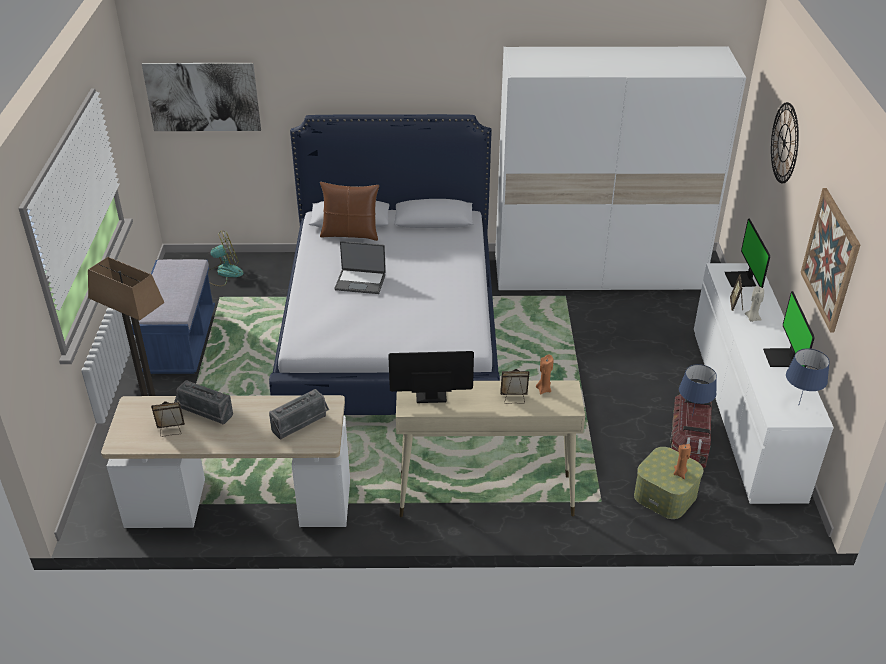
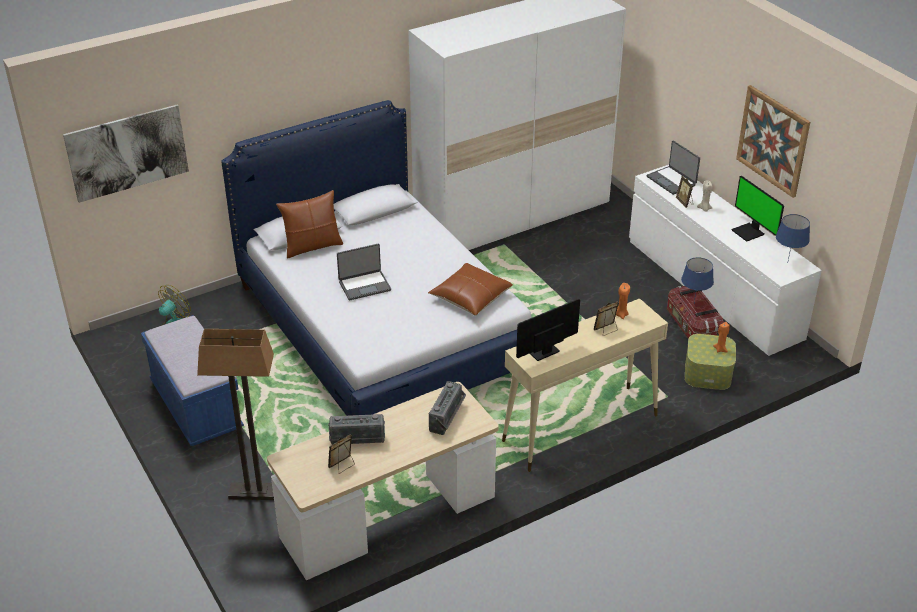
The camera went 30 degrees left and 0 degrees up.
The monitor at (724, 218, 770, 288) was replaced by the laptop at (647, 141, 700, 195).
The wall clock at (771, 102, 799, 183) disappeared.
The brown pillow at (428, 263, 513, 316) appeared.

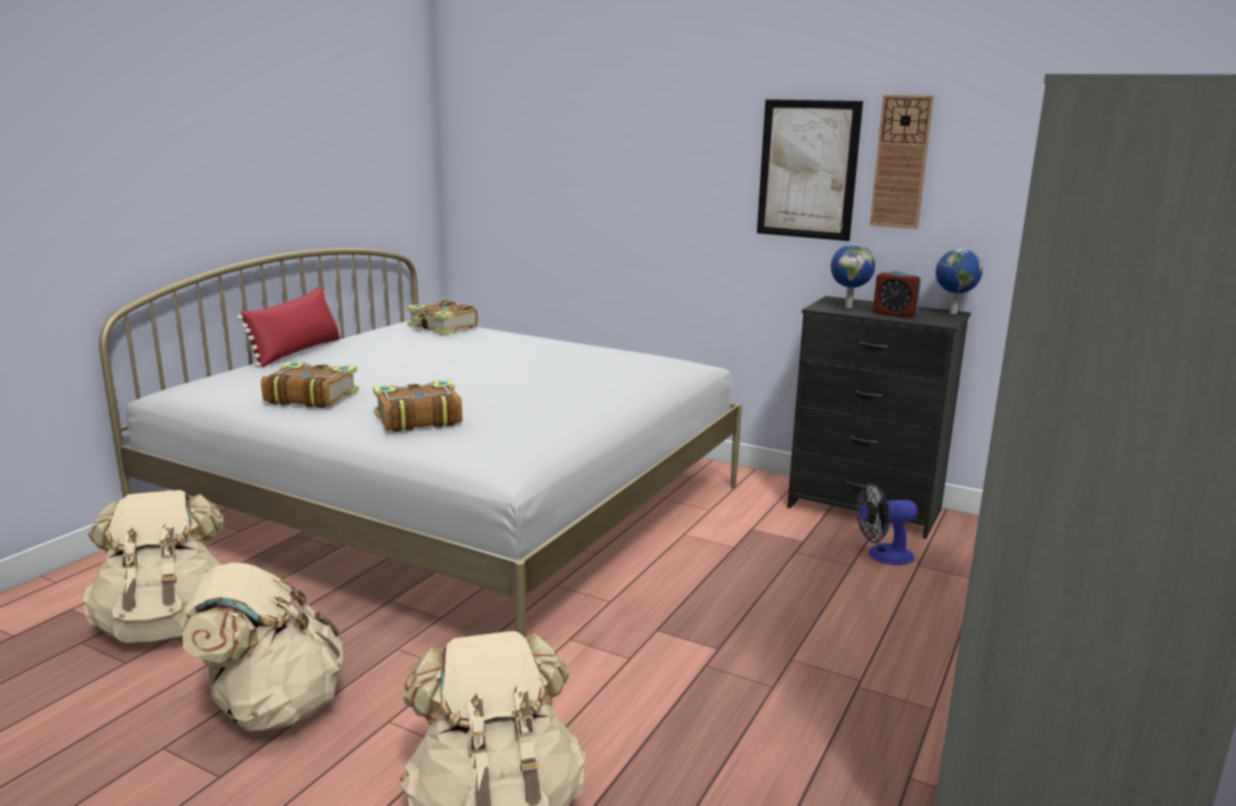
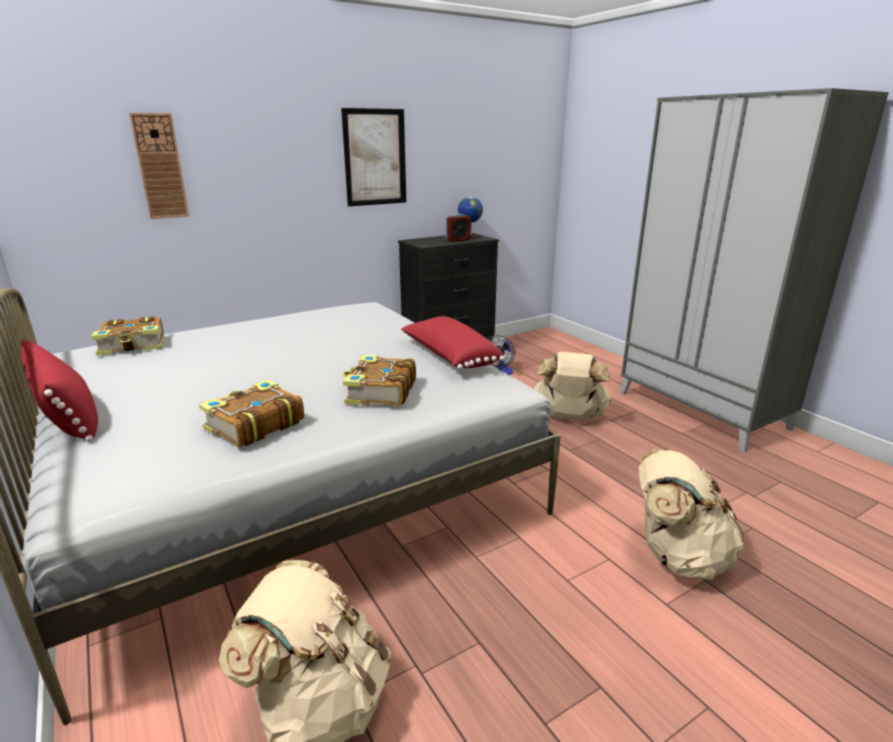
The camera went 60 degrees left and 5 degrees up.
The beige backpack moved from (180, 563, 343, 731) to (534, 352, 611, 421).
The globe at (831, 244, 875, 308) disappeared.
The wall clock moved from (870, 95, 934, 229) to (129, 113, 189, 219).
The red pillow at (401, 316, 505, 369) appeared.

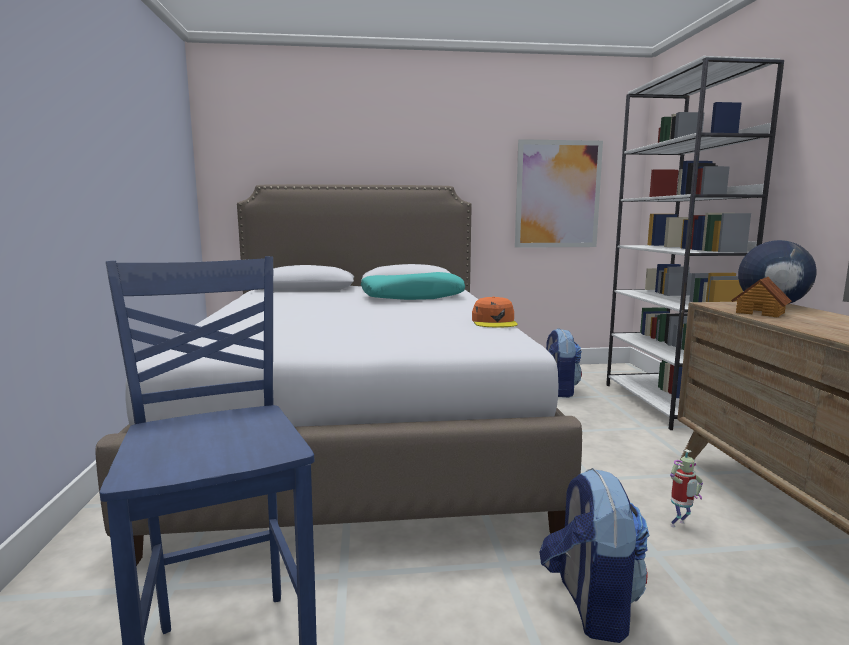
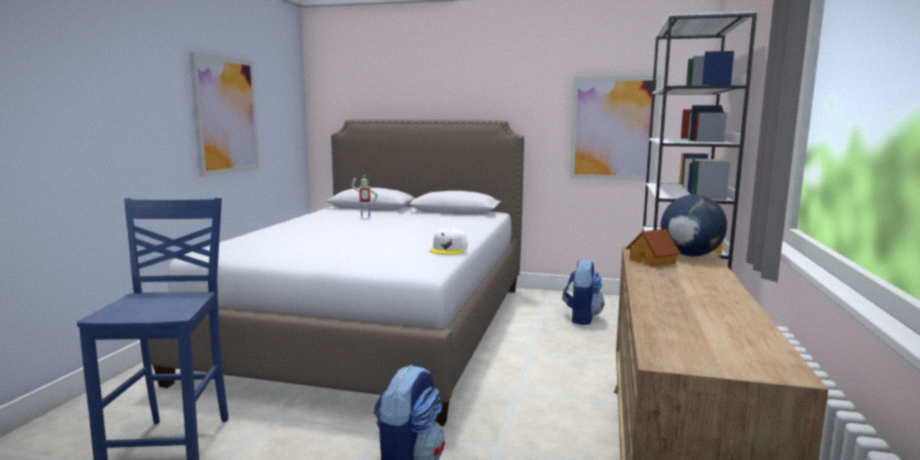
The camera went 20 degrees right and 0 degrees up.
The turquoise pillow at (361, 272, 465, 300) disappeared.
The orange cap at (472, 296, 518, 328) became the white cap at (429, 228, 468, 255).
The toy robot moved from (670, 449, 703, 527) to (351, 175, 378, 218).
The picture at (189, 52, 259, 177) appeared.

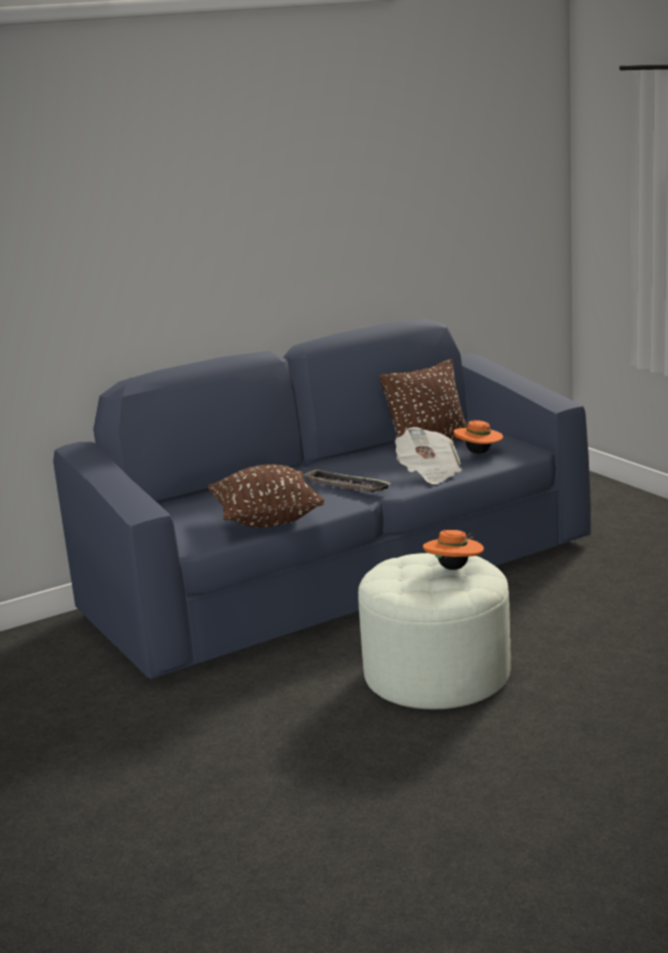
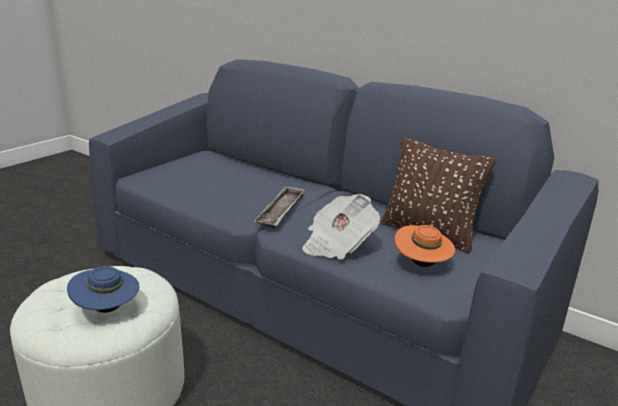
The camera went 65 degrees right and 5 degrees up.
The brown pillow at (208, 464, 325, 528) disappeared.
The orange hat at (423, 530, 484, 570) became the blue hat at (67, 266, 139, 313).

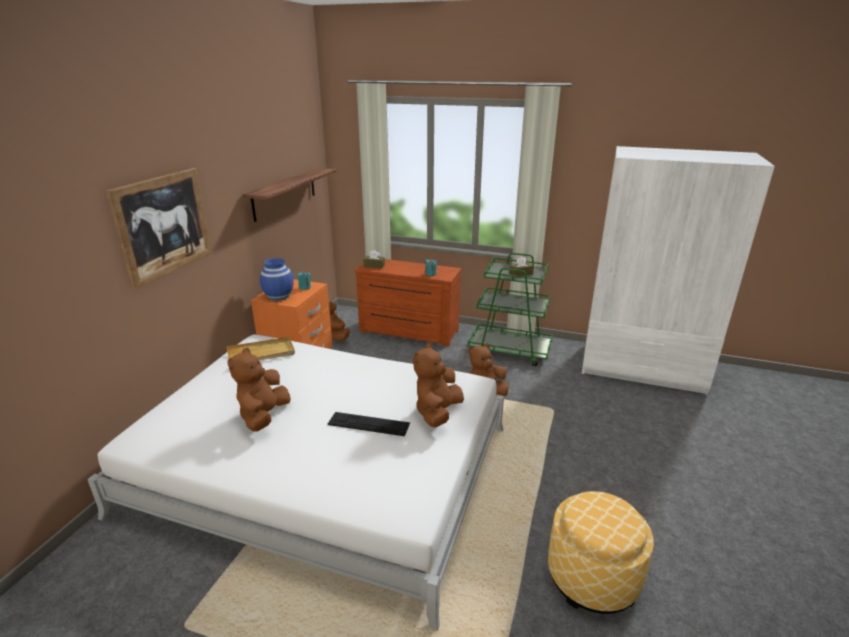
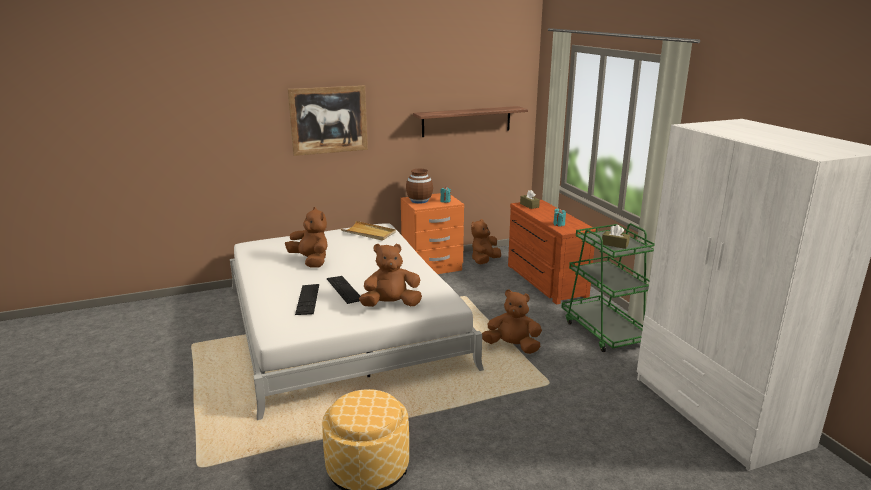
The camera went 50 degrees right and 5 degrees down.
The brown plush toy at (227, 347, 291, 432) turned 75 degrees clockwise.
The blue vase at (260, 258, 294, 301) became the brown vase at (406, 169, 433, 204).
The keyboard at (295, 284, 319, 315) appeared.

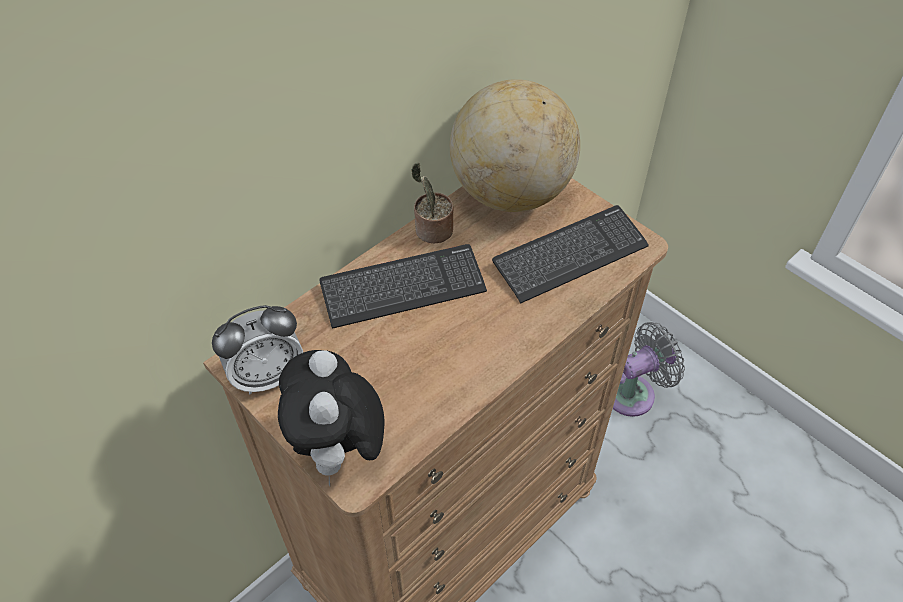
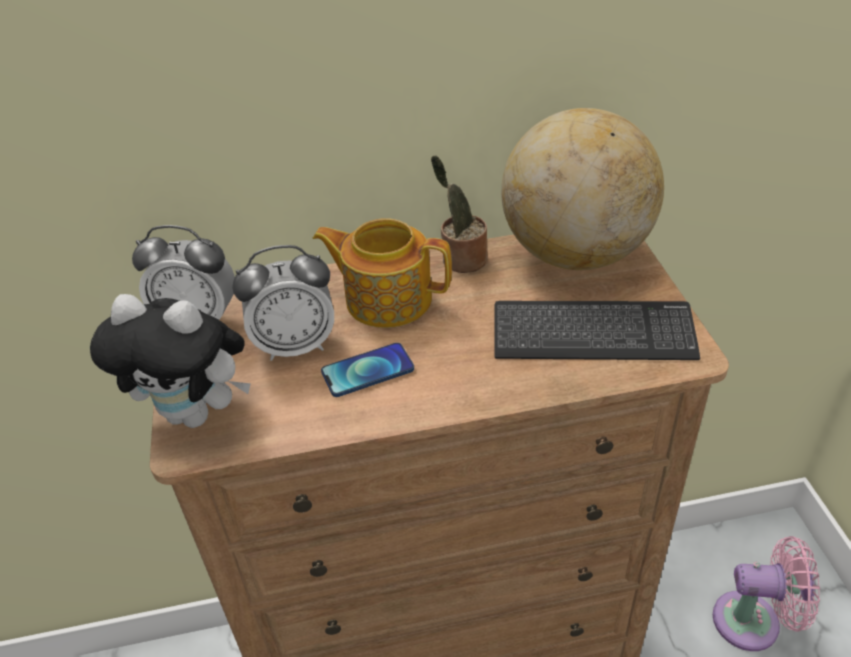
The camera went 35 degrees right and 10 degrees down.
The plush toy at (278, 350, 384, 486) turned 105 degrees counterclockwise.
The keyboard at (319, 244, 487, 329) was replaced by the teapot at (313, 219, 452, 328).
The grey fan at (613, 322, 685, 417) became the pink fan at (713, 536, 820, 651).
The alarm clock at (232, 245, 334, 361) appeared.
The phone at (321, 343, 414, 397) appeared.

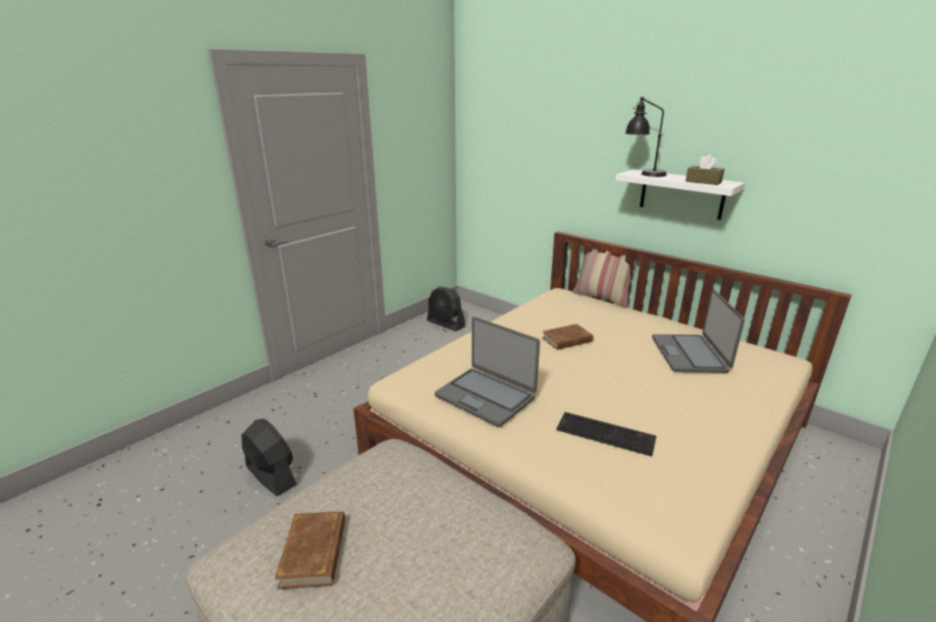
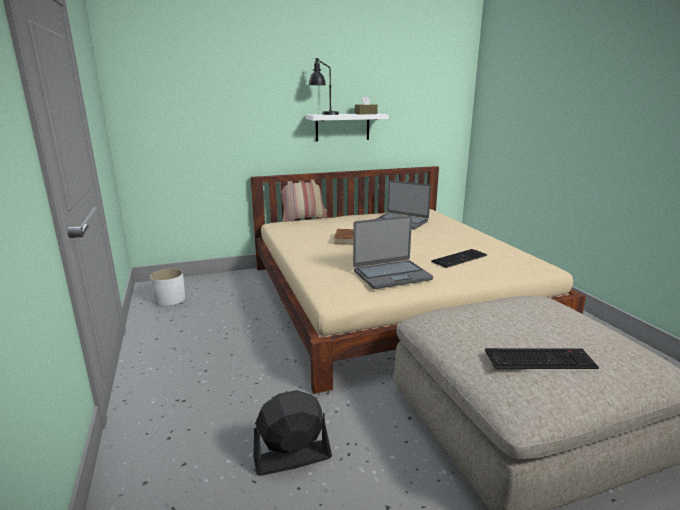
The camera went 60 degrees left and 5 degrees down.
The brown book at (275, 511, 345, 589) was replaced by the keyboard at (485, 348, 599, 369).
The black fan at (427, 287, 465, 331) was replaced by the white planter at (150, 269, 185, 306).

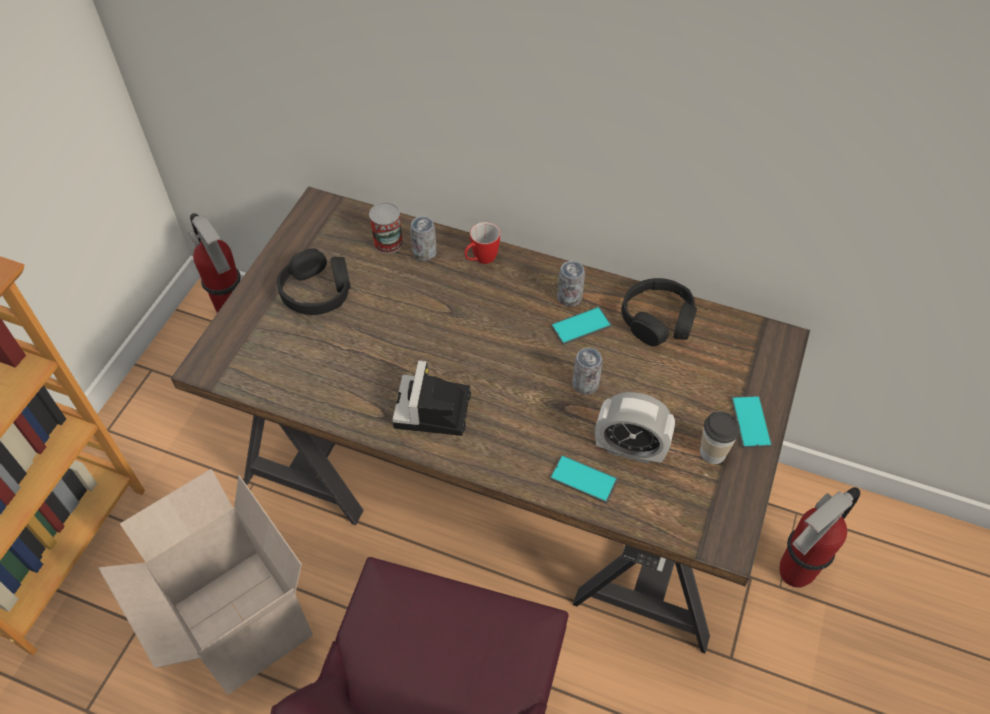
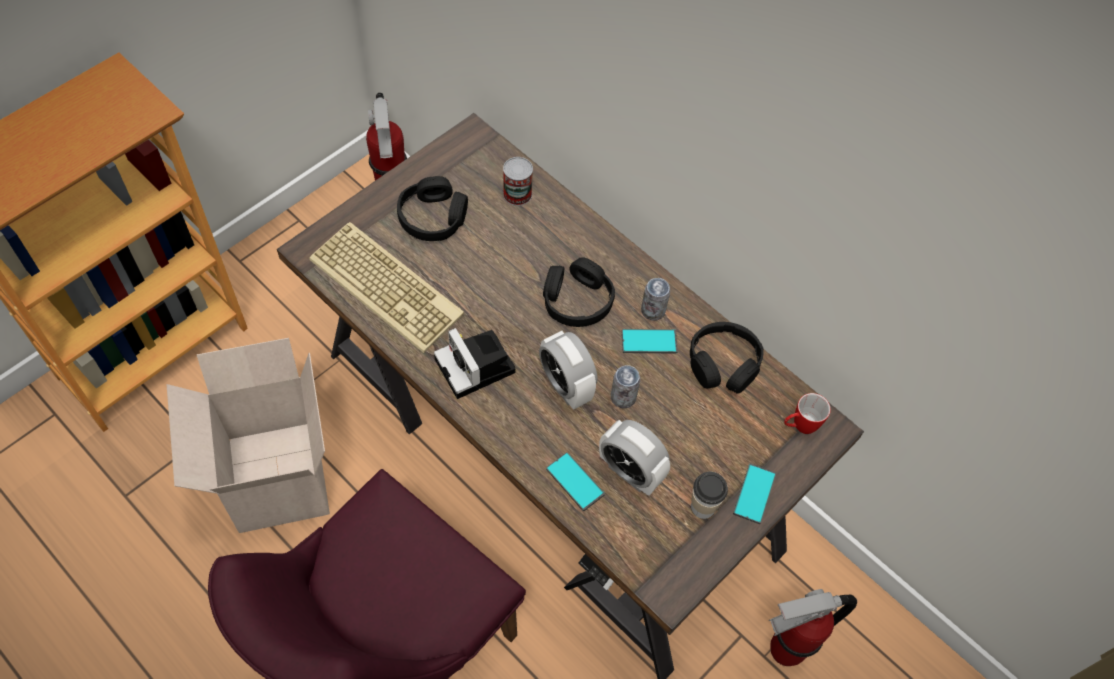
The camera went 20 degrees right and 5 degrees up.
The photo camera at (392, 360, 471, 436) turned 60 degrees counterclockwise.
The can at (410, 216, 437, 261) disappeared.
The mug moved from (464, 222, 500, 264) to (784, 393, 831, 434).
The keyboard at (309, 222, 464, 353) appeared.
The alarm clock at (539, 331, 597, 410) appeared.
The black headphones at (543, 257, 615, 327) appeared.

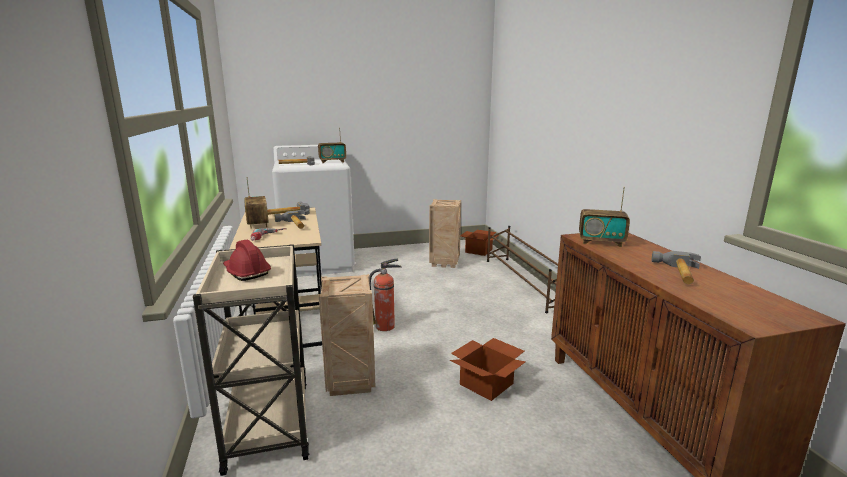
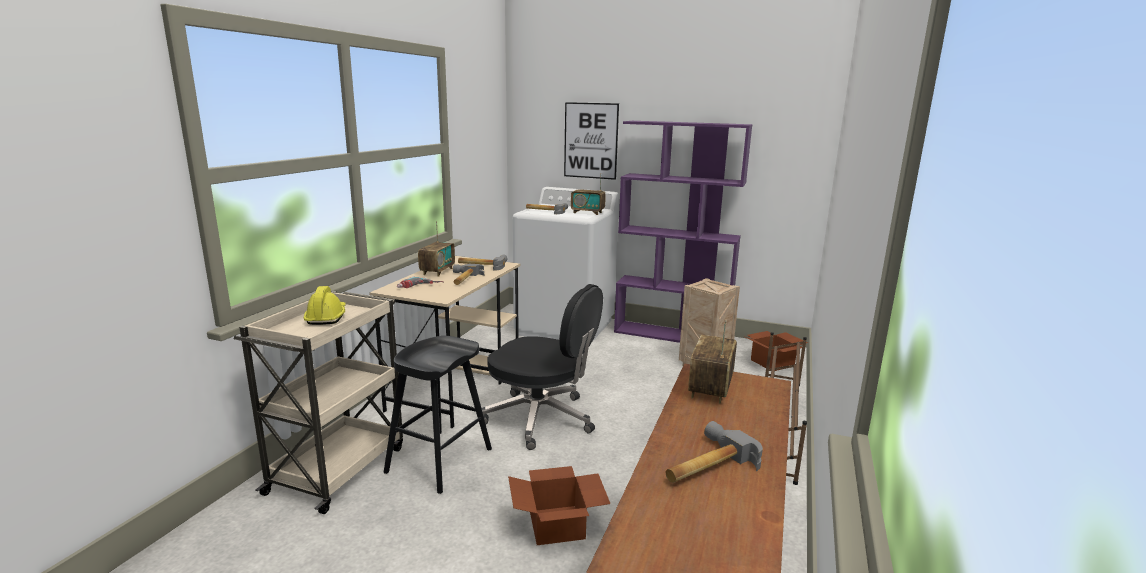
The camera went 35 degrees right and 0 degrees up.
The red hard hat at (223, 240, 271, 281) became the yellow hard hat at (304, 286, 346, 325).
The crate at (319, 274, 376, 396) was replaced by the black stool at (384, 336, 492, 494).
The fire extinguisher at (370, 258, 402, 331) was replaced by the black office chair at (482, 284, 603, 450).
The radio at (579, 187, 630, 247) turned 60 degrees clockwise.
The picture at (564, 102, 619, 180) appeared.
The purple bookcase at (614, 121, 752, 343) appeared.

